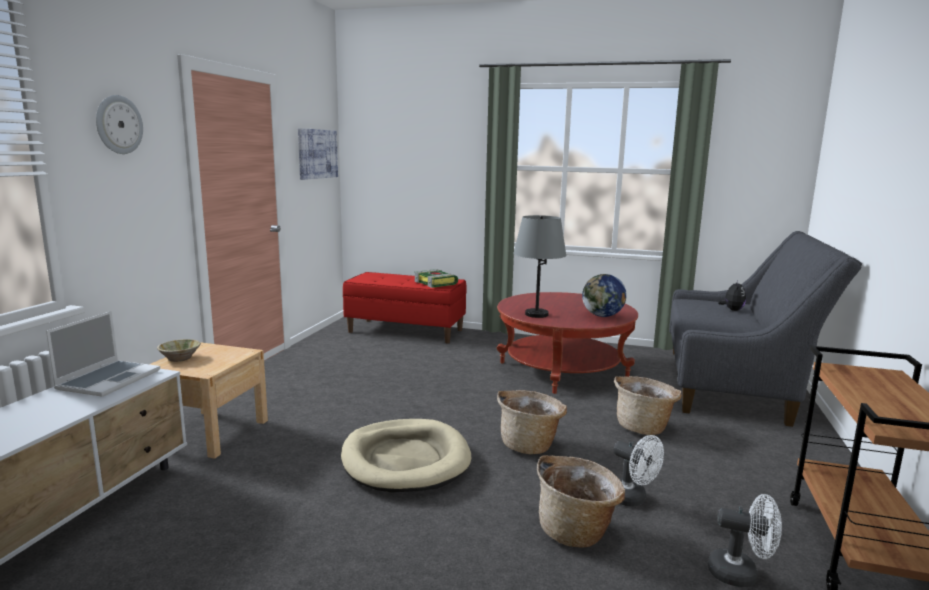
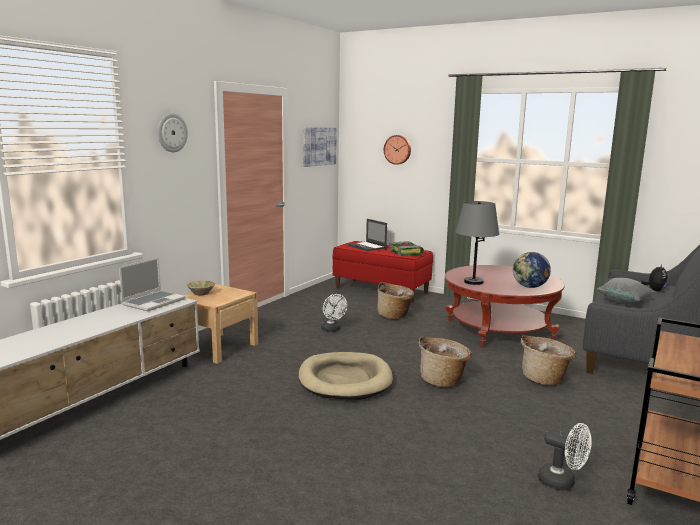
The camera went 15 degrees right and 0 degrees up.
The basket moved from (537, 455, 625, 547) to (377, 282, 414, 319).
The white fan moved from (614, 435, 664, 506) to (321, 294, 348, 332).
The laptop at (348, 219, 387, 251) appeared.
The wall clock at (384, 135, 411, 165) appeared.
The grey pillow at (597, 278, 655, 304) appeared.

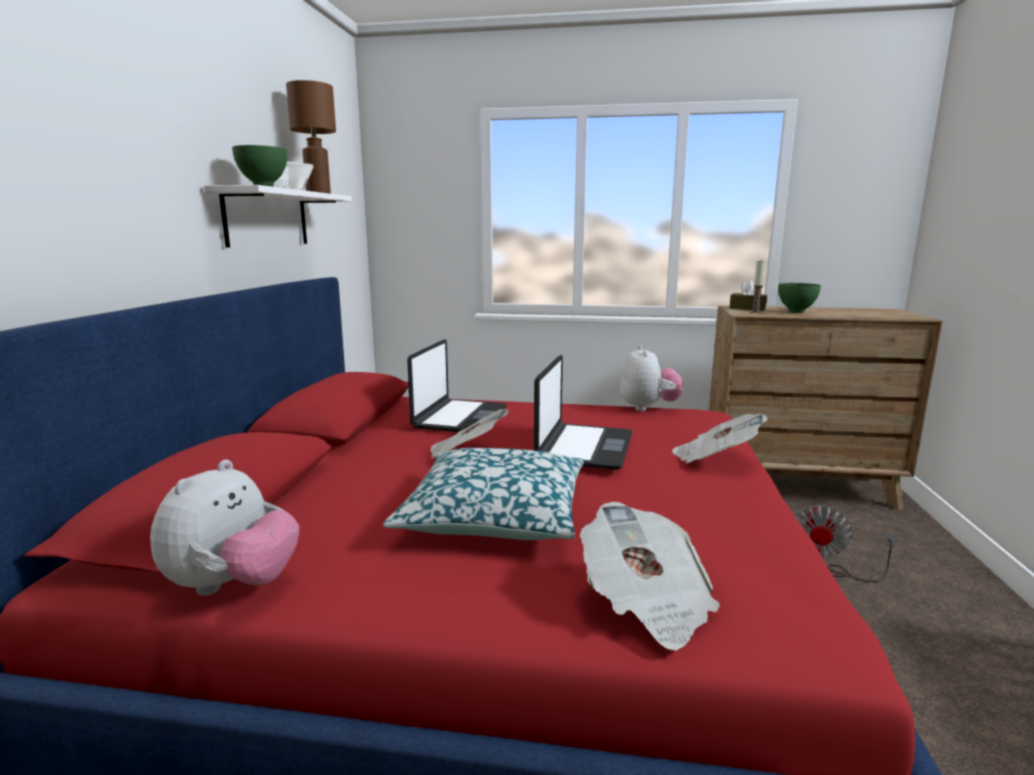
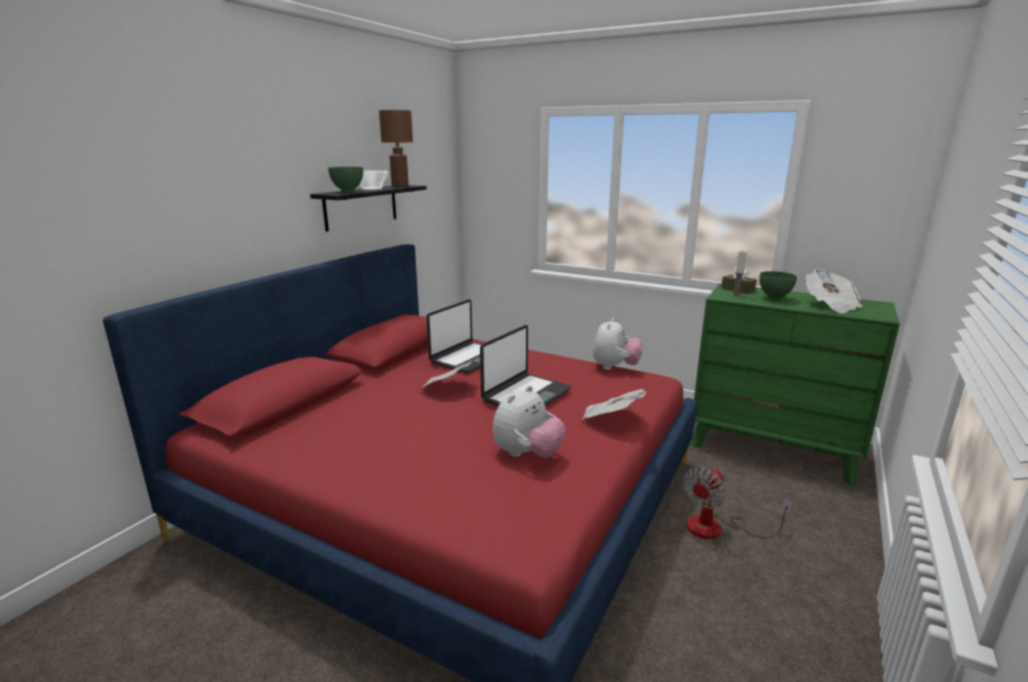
The camera went 20 degrees right and 5 degrees up.
The plush toy moved from (150, 460, 299, 596) to (493, 385, 566, 457).
The white shelf at (204, 185, 352, 248) became the black shelf at (310, 185, 427, 232).
The pillow at (383, 448, 584, 540) disappeared.
The newspaper moved from (580, 502, 720, 651) to (805, 269, 862, 313).
The brown dresser at (709, 306, 943, 510) became the green dresser at (691, 283, 900, 486).

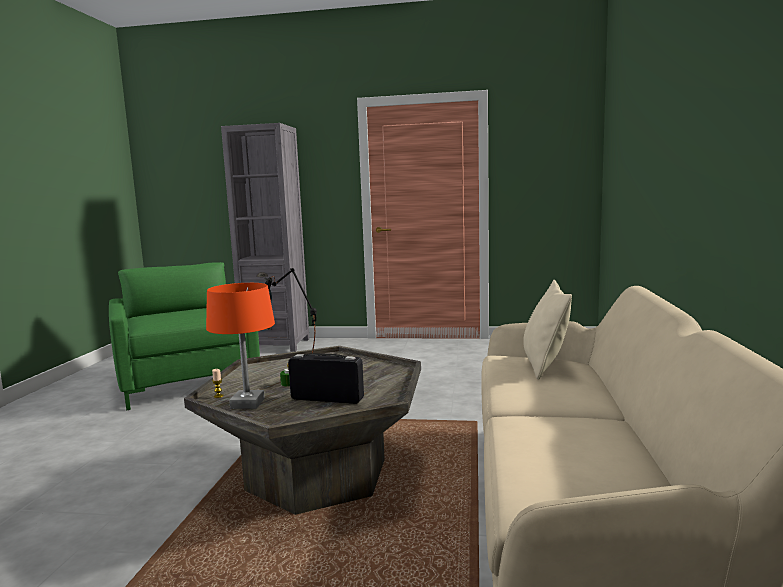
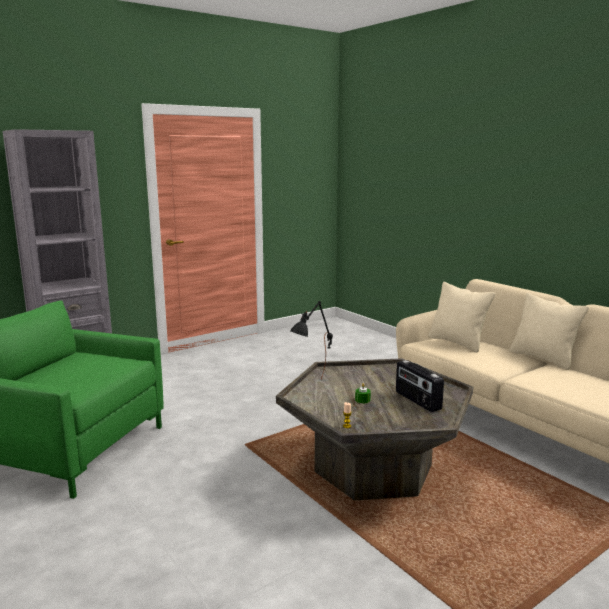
The camera went 45 degrees left and 5 degrees up.
The orange table lamp at (206, 283, 275, 409) disappeared.
The radio at (288, 353, 364, 404) turned 90 degrees counterclockwise.
The beige pillow at (509, 293, 589, 370) appeared.

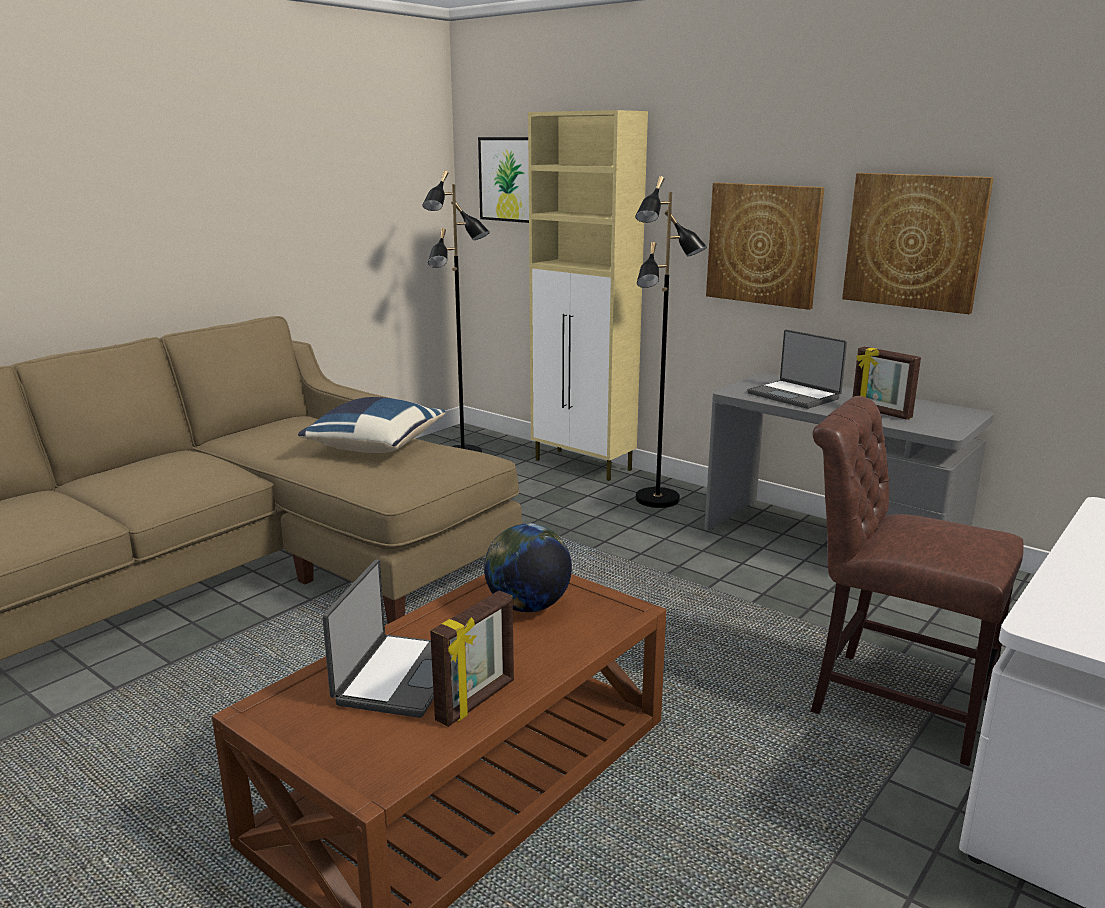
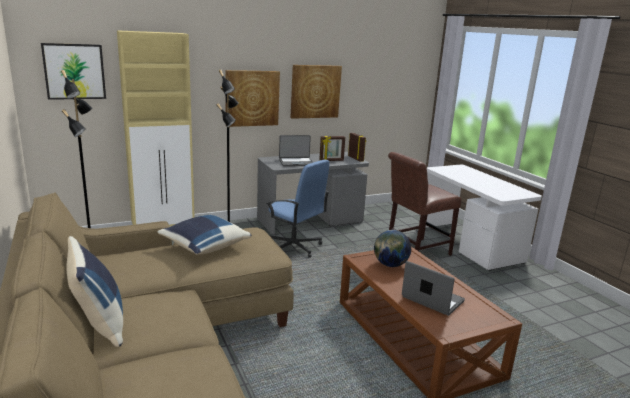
The camera went 65 degrees left and 0 degrees up.
The picture frame moved from (430, 591, 514, 727) to (348, 133, 366, 162).
The blue pillow at (66, 236, 123, 347) appeared.
The blue office chair at (267, 159, 329, 258) appeared.

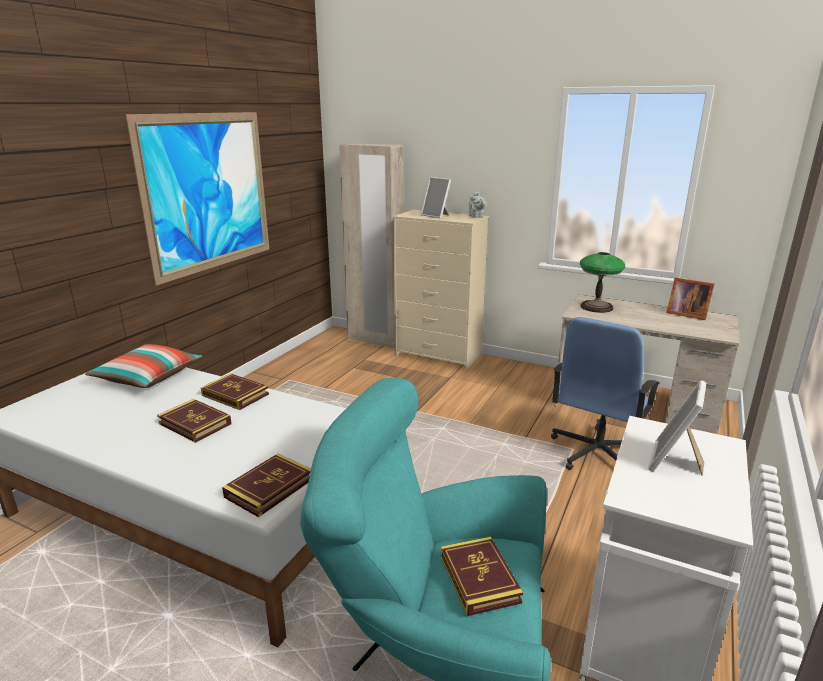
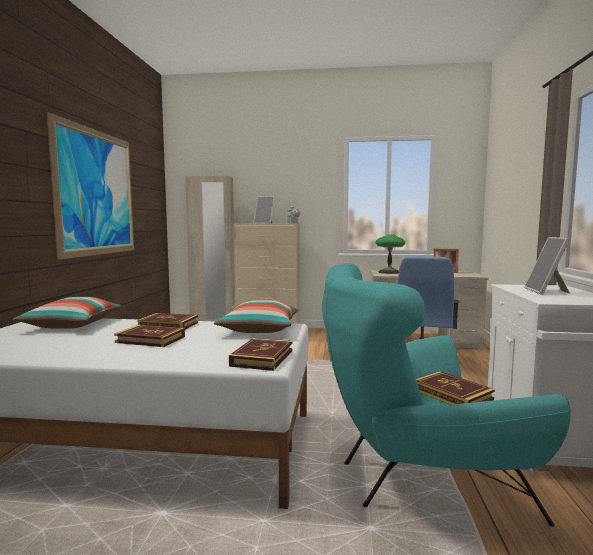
The camera went 20 degrees left and 15 degrees down.
The pillow at (214, 300, 299, 333) appeared.

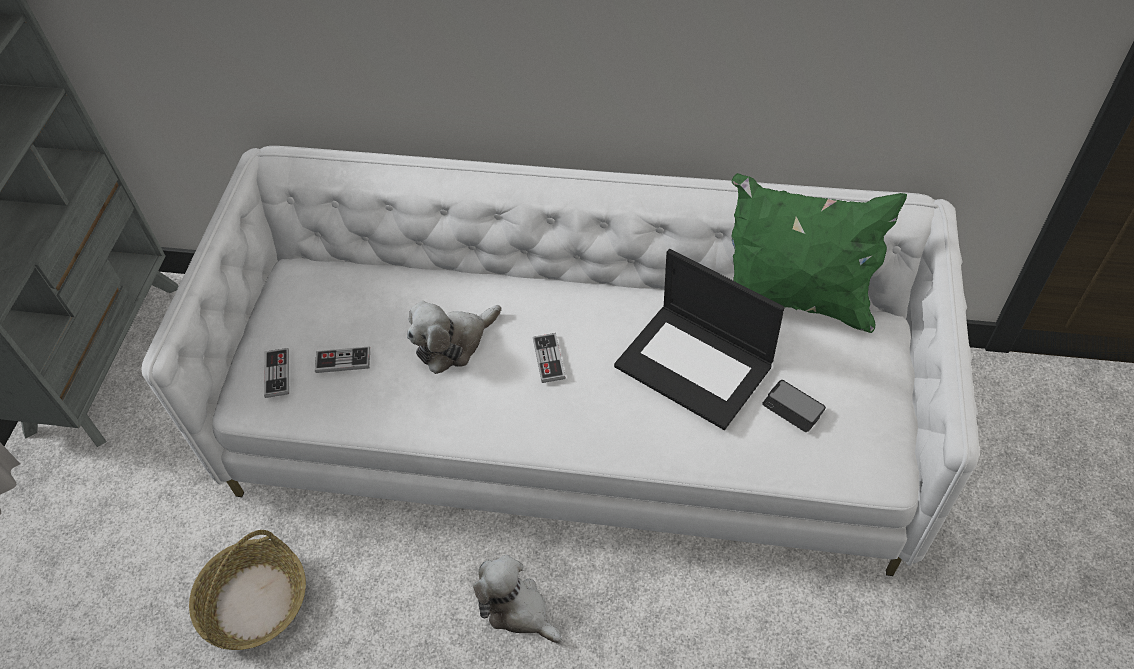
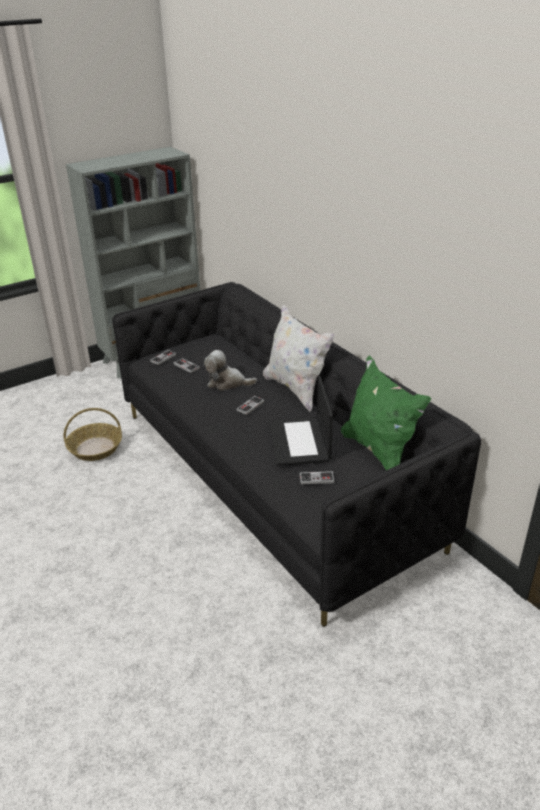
The camera went 45 degrees right and 20 degrees down.
The white sofa at (141, 146, 979, 576) became the black sofa at (112, 282, 481, 627).
The plush toy at (473, 555, 562, 643) disappeared.
The phone at (762, 380, 826, 432) was replaced by the game controller at (300, 471, 335, 484).
The white pillow at (263, 305, 335, 412) appeared.

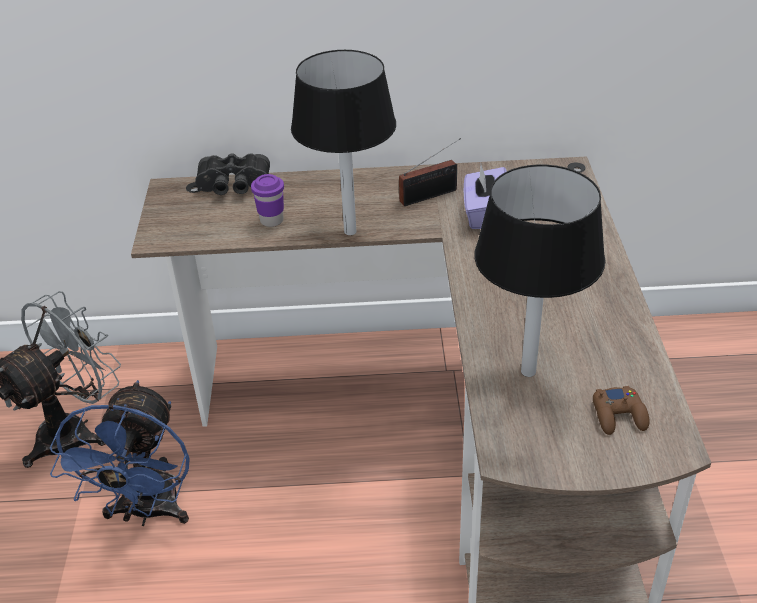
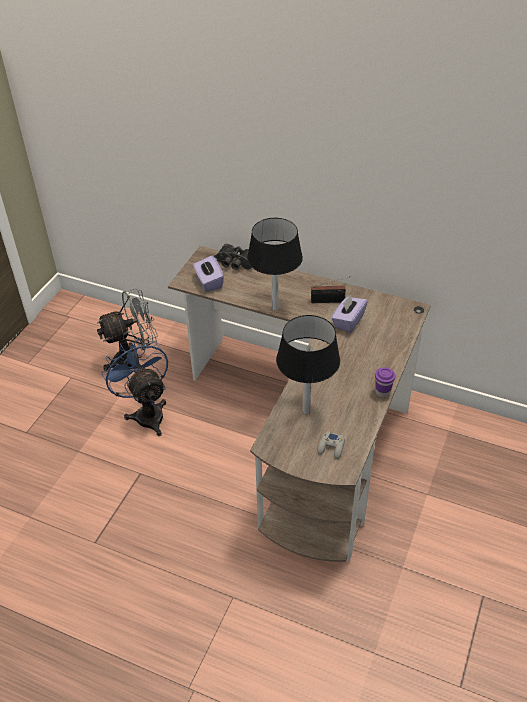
The camera went 25 degrees right and 5 degrees up.
The blue fan at (50, 380, 190, 526) turned 120 degrees clockwise.
The purple cup moved from (251, 174, 284, 227) to (375, 367, 395, 398).
The brown game controller at (593, 386, 649, 435) became the grey game controller at (317, 432, 345, 459).
The purple tissue box at (193, 256, 224, 292) appeared.

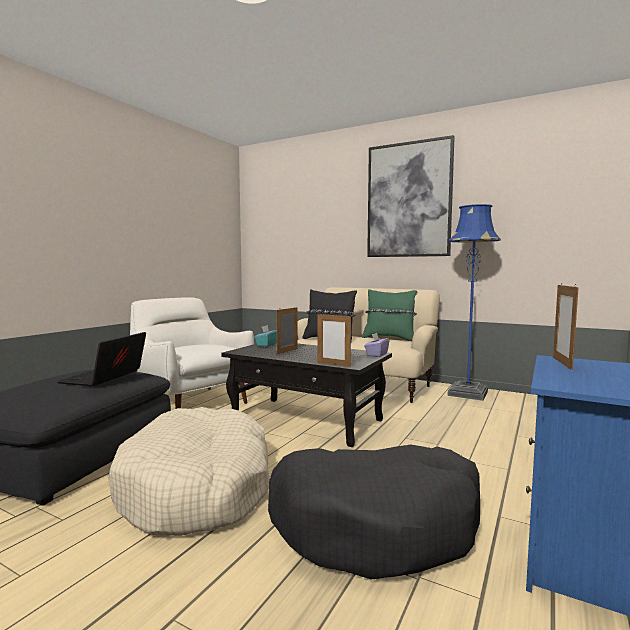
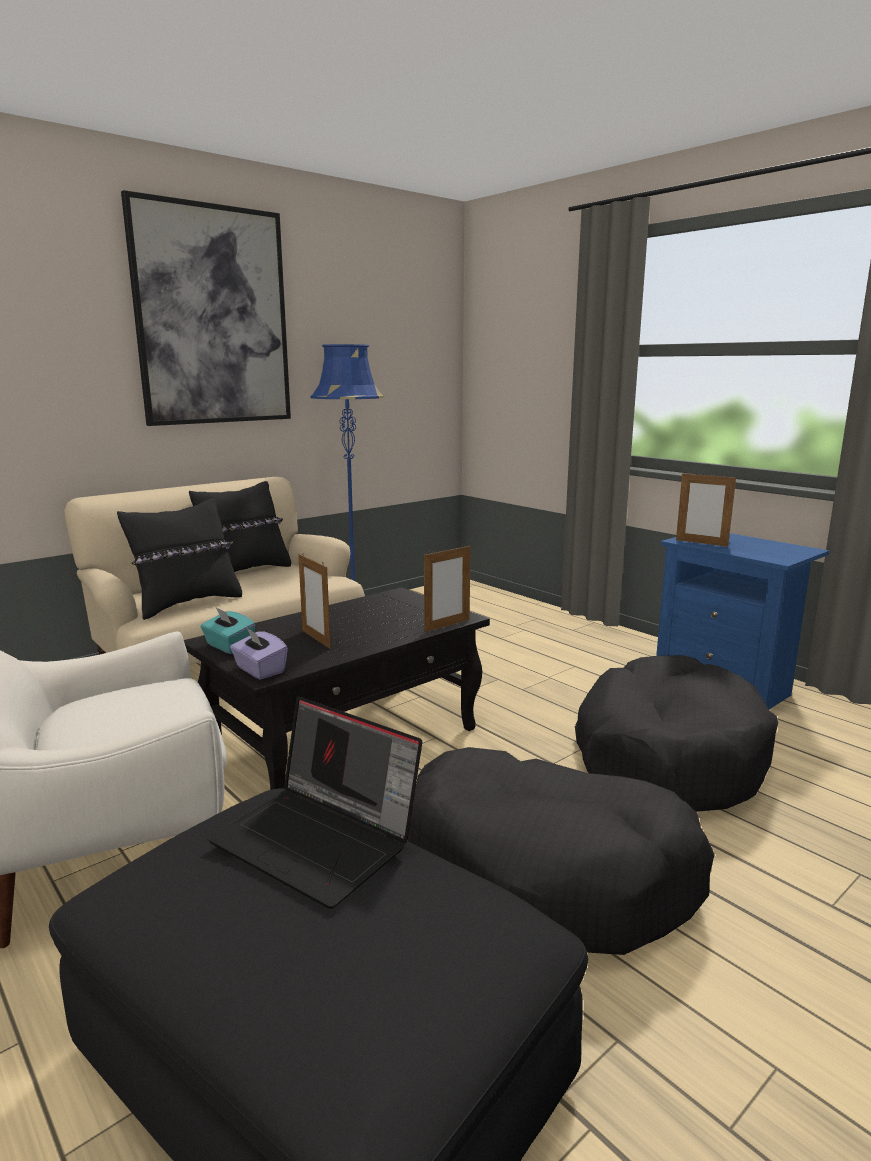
The camera went 70 degrees left and 10 degrees up.
The beige dog bed at (108, 407, 270, 536) became the black dog bed at (408, 747, 715, 955).
The green pillow at (362, 289, 417, 341) became the black pillow at (189, 481, 291, 572).
The purple tissue box moved from (364, 333, 390, 357) to (230, 627, 288, 680).

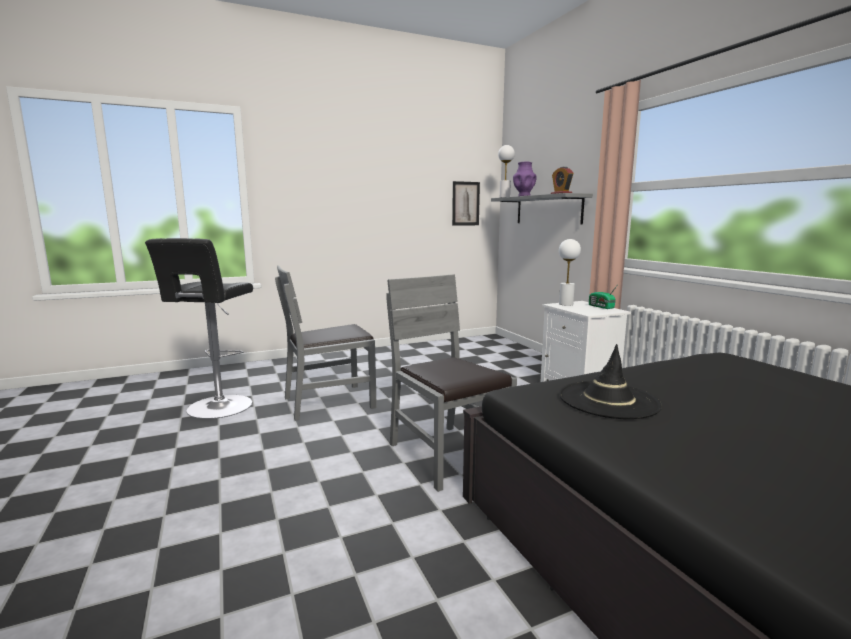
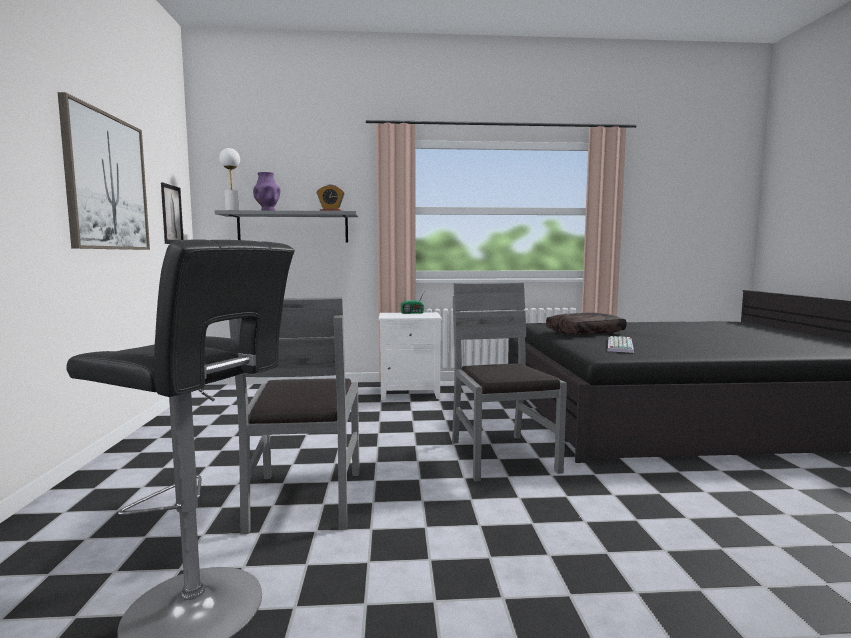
The camera went 70 degrees left and 5 degrees down.
The grey chair at (386, 274, 517, 492) turned 90 degrees clockwise.
The white table lamp at (559, 239, 581, 306) disappeared.
The black hat at (559, 344, 662, 419) was replaced by the keyboard at (607, 336, 634, 353).
The picture at (58, 92, 150, 250) appeared.
The brown pillow at (546, 313, 627, 335) appeared.

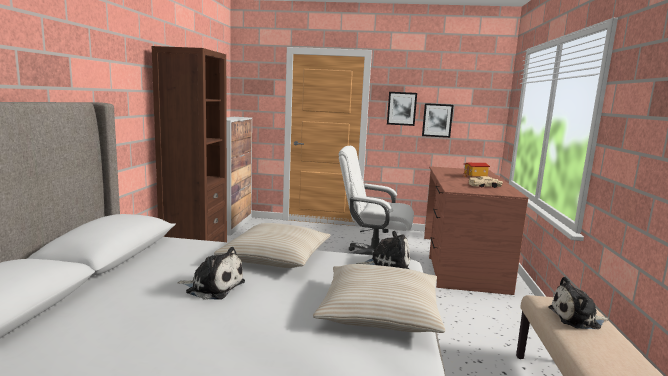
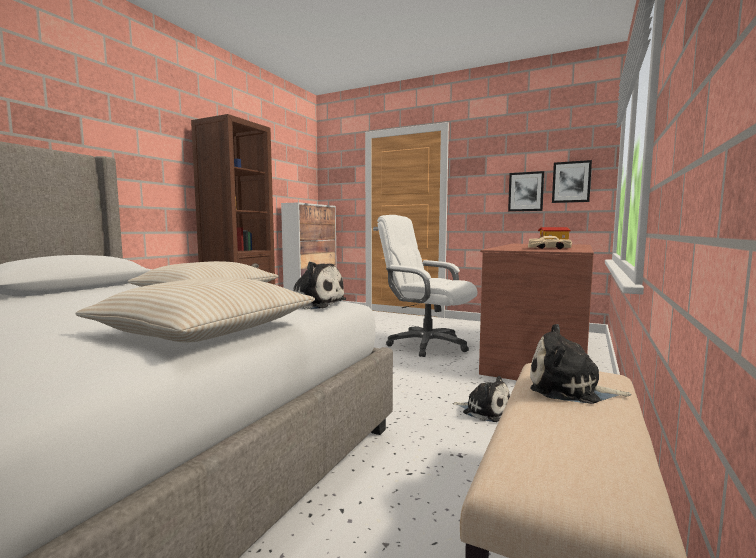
The camera went 20 degrees right and 5 degrees down.
The plush toy moved from (177, 247, 245, 299) to (452, 376, 510, 422).
The picture moved from (387, 92, 417, 126) to (552, 160, 592, 203).

